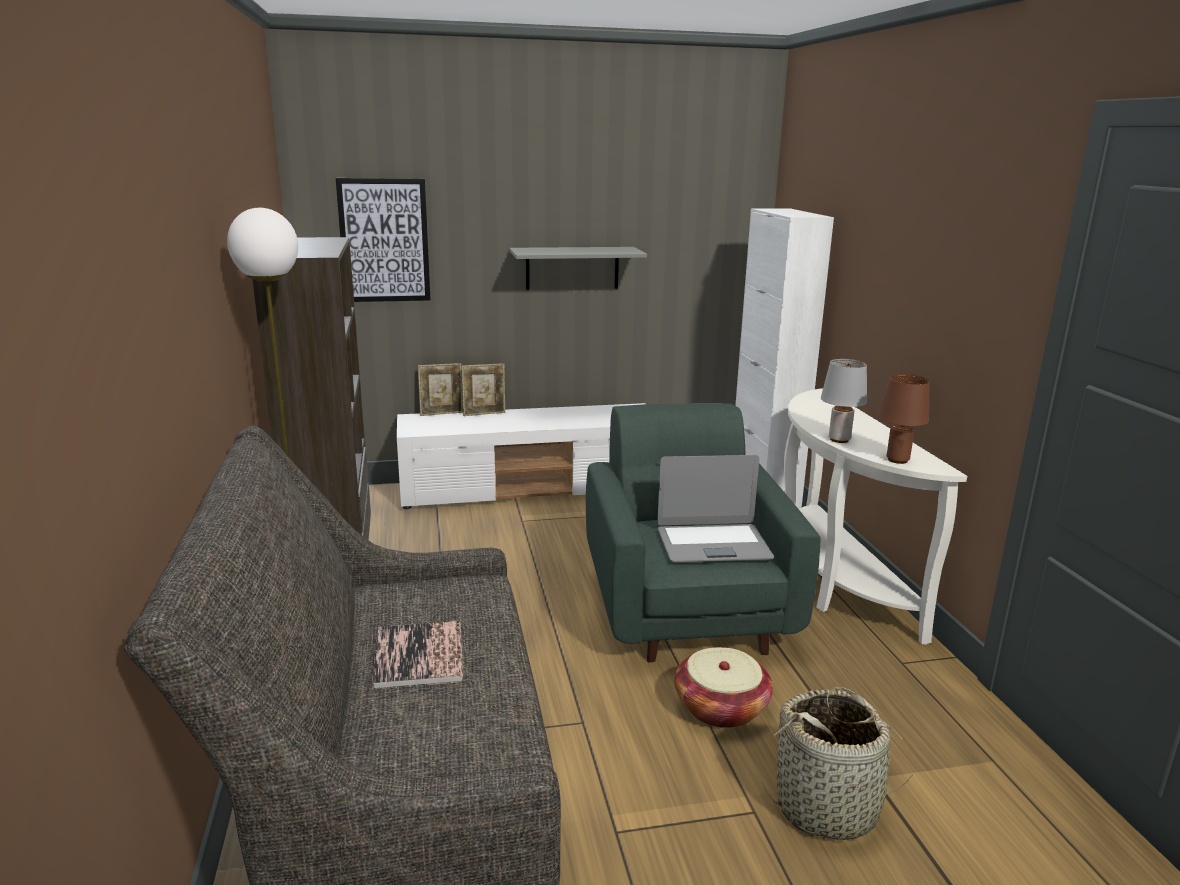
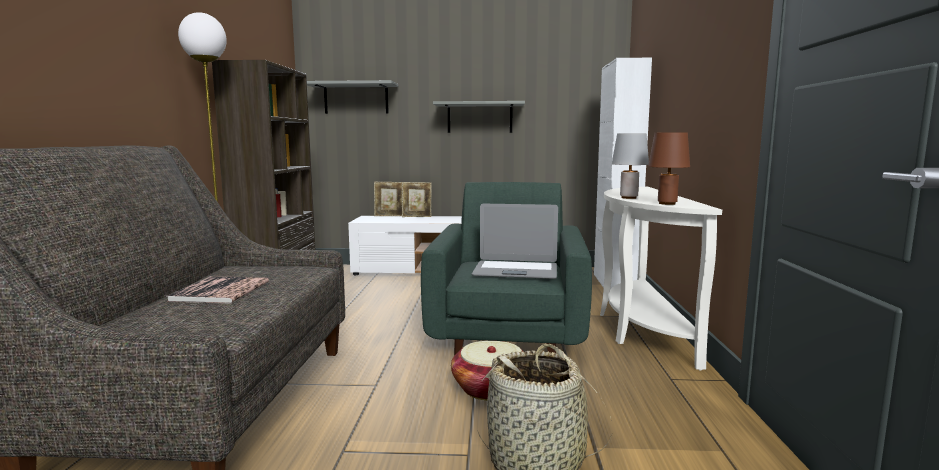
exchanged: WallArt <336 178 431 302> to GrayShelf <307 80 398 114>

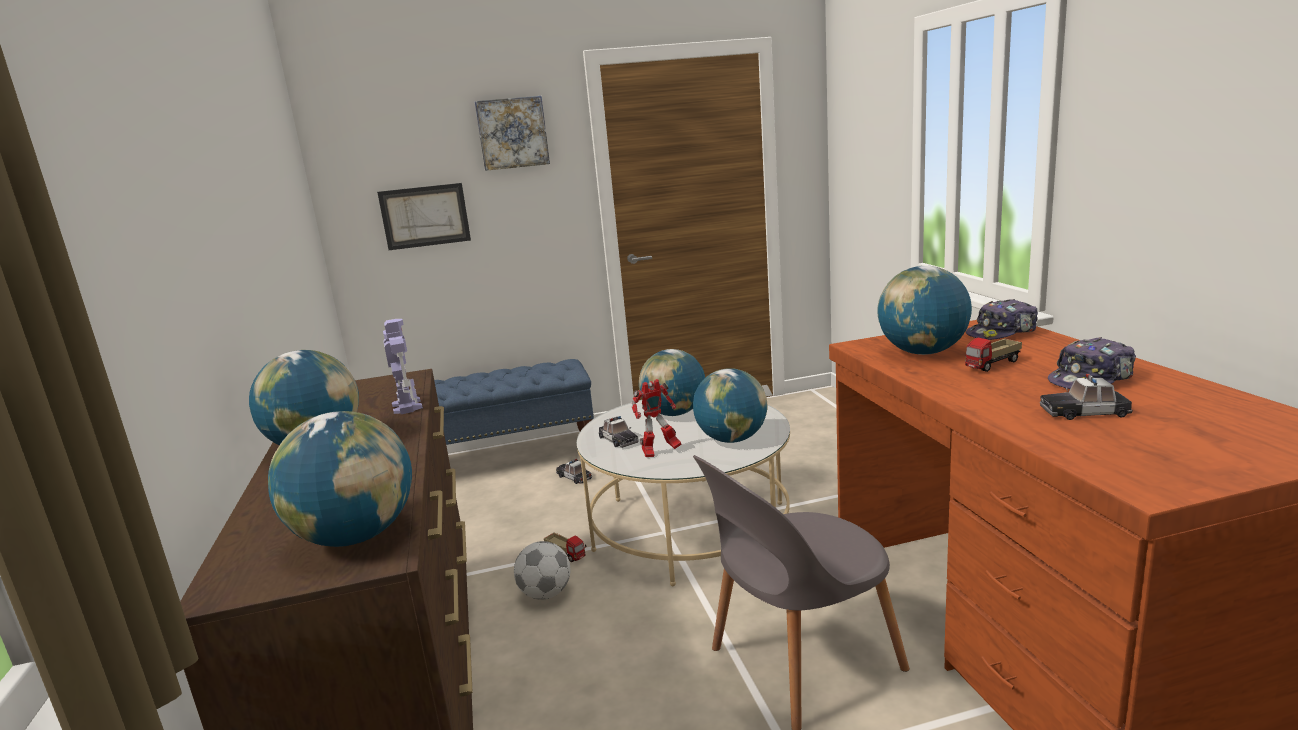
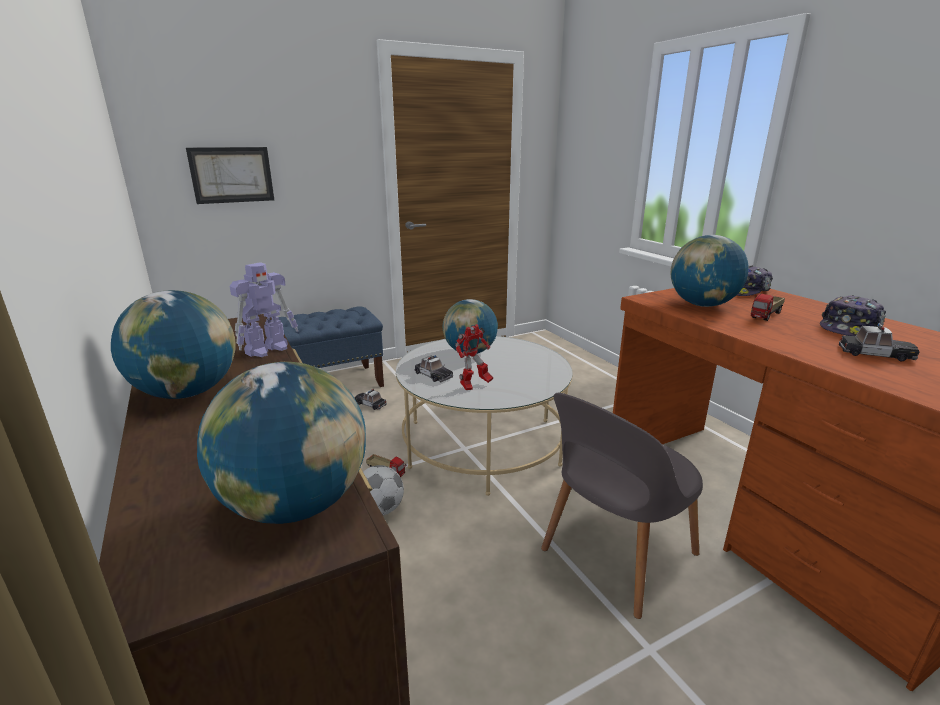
missing: WallArt <475 96 550 171>; WorldGlobe <693 368 767 443>
spun: RobotFigure <383 319 423 414> = <229 262 298 357> 75 degrees clockwise; ModelCar <1040 374 1133 420> = <839 323 920 361> 150 degrees counterclockwise

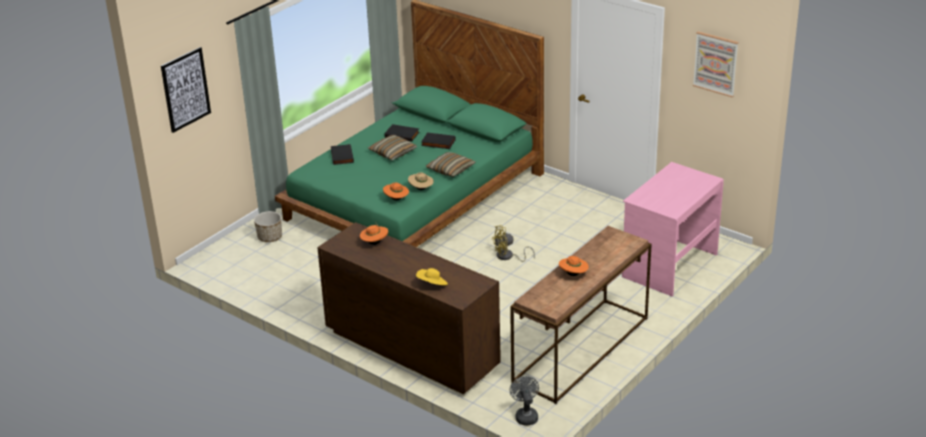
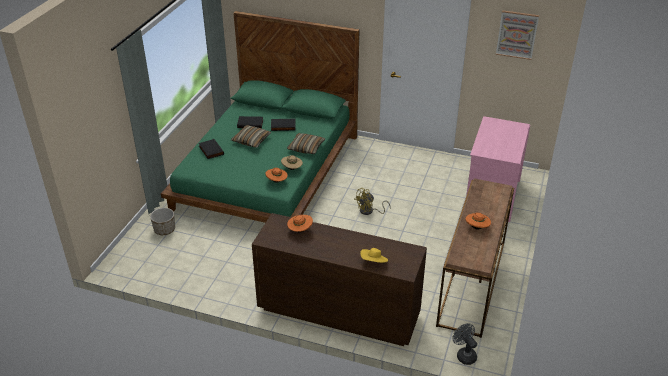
missing: WallArt <161 47 211 133>

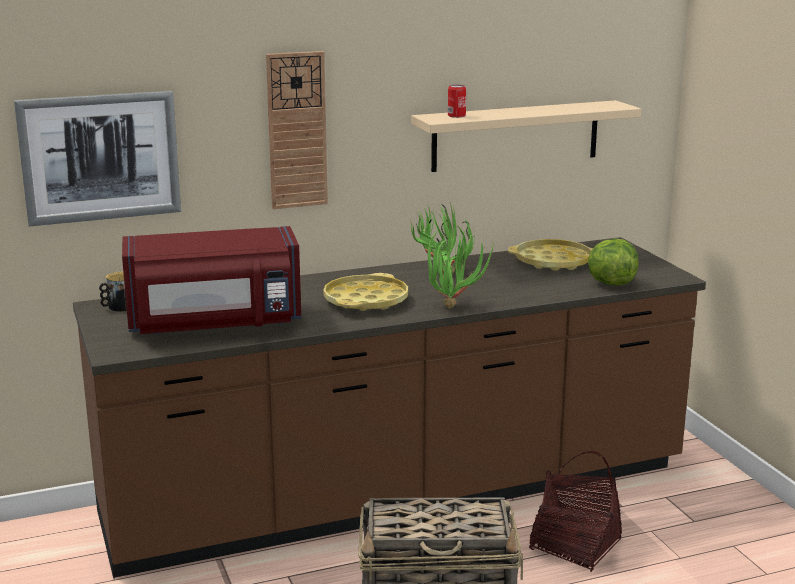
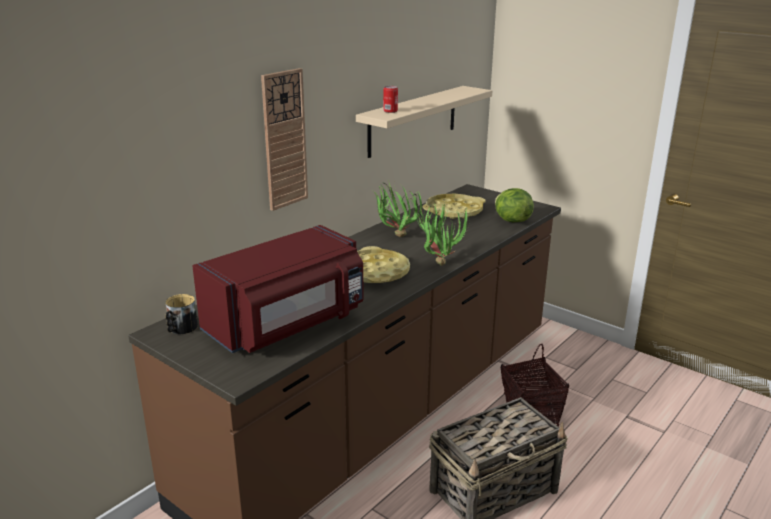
missing: WallArt <14 91 181 226>

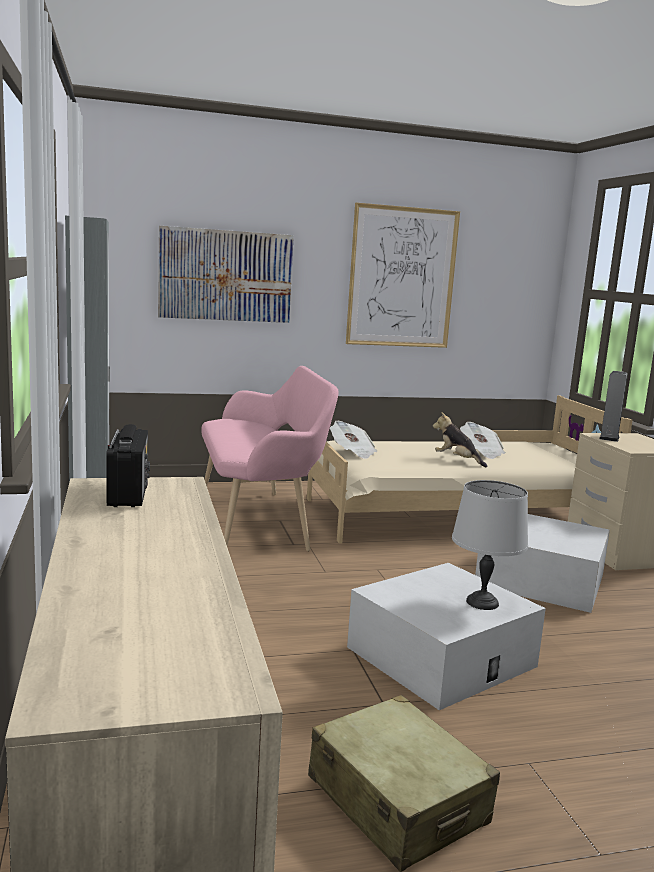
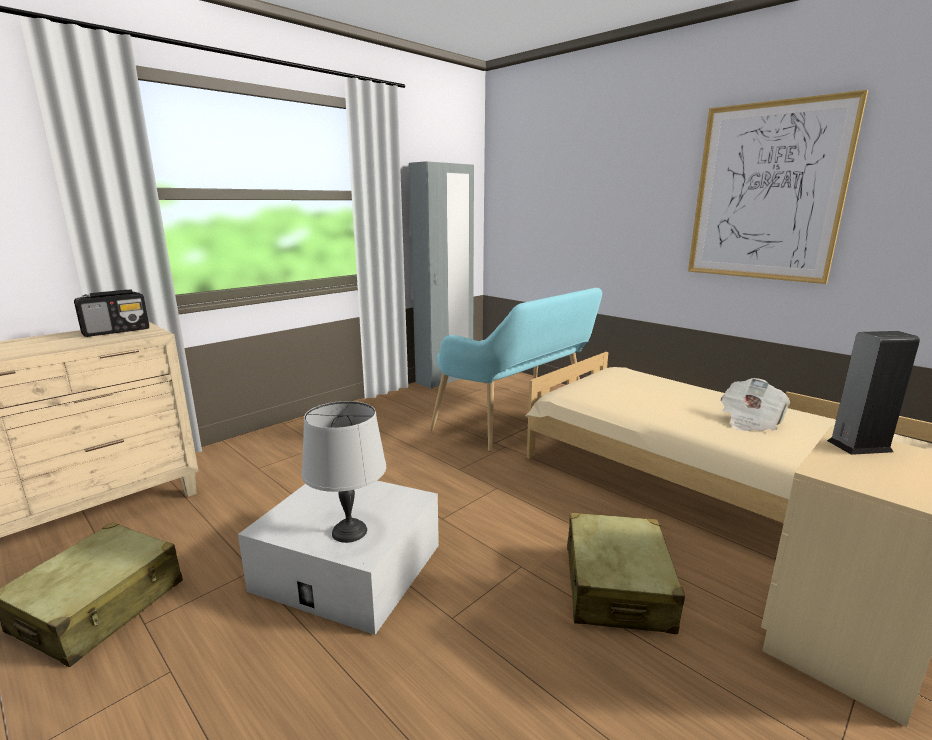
missing: WallArt <158 226 294 323>; Newspaper <330 421 377 459>; PlushToy <433 412 487 467>
exchanged: WhiteColouredStorageContainer <475 514 610 613> to BeigeSuitcase <567 513 685 634>
colour: PinkLongSeat <202 366 339 551> to BlueGreenLongSeat <430 288 602 452>

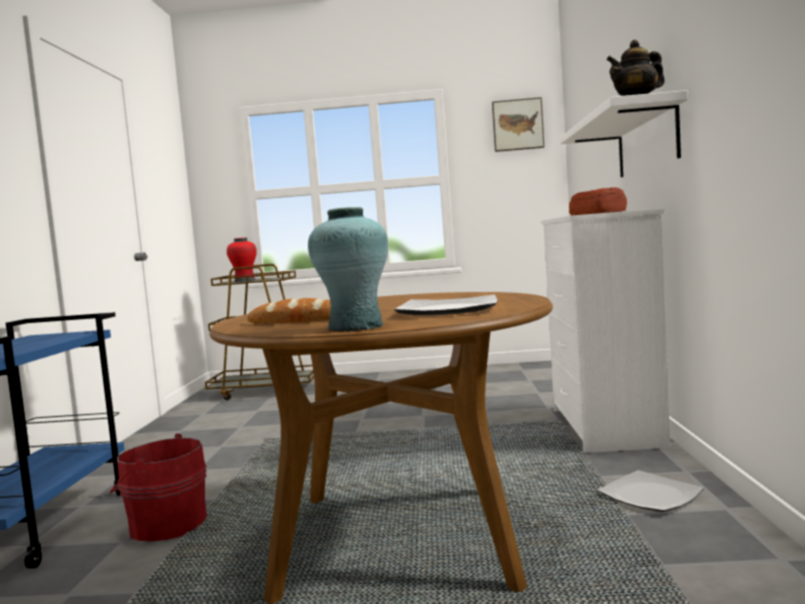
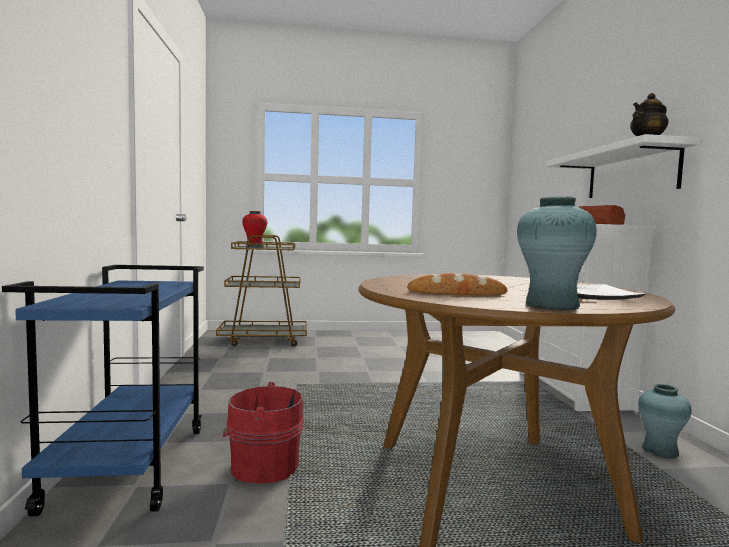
missing: WallArt <492 97 544 152>
exchanged: Plate <598 470 704 512> to BlueGreenVase <638 384 692 459>

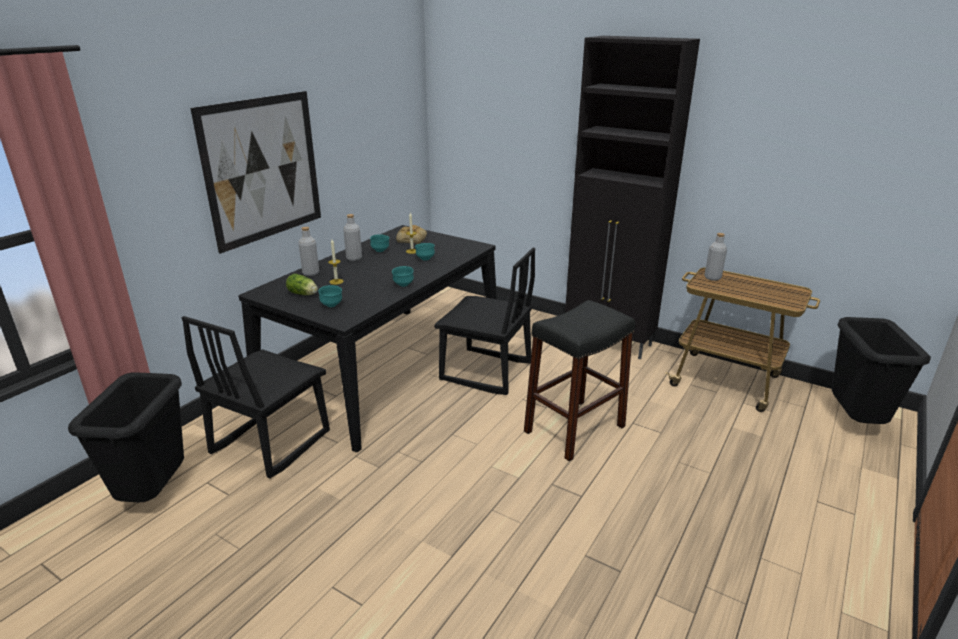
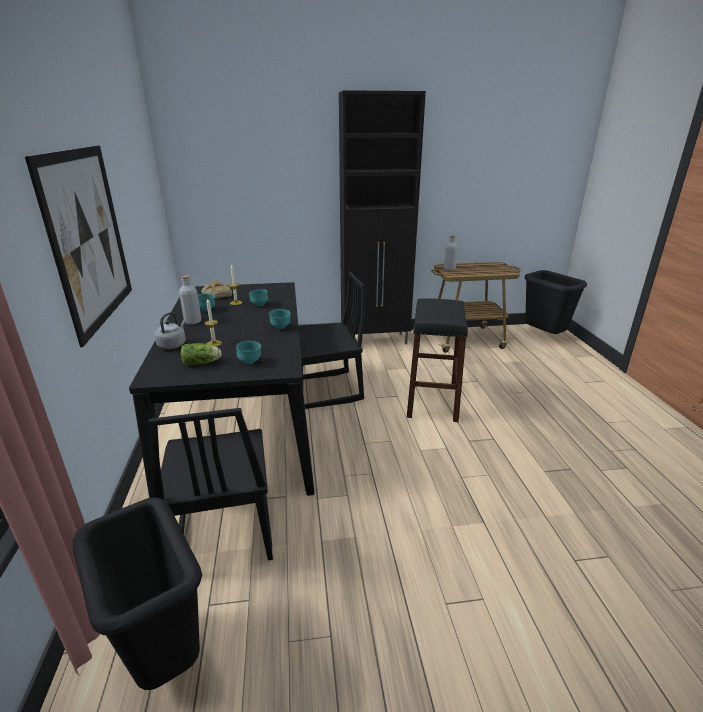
exchanged: GrayBeverageBottle <298 227 319 276> to GrayKettle <154 312 186 349>

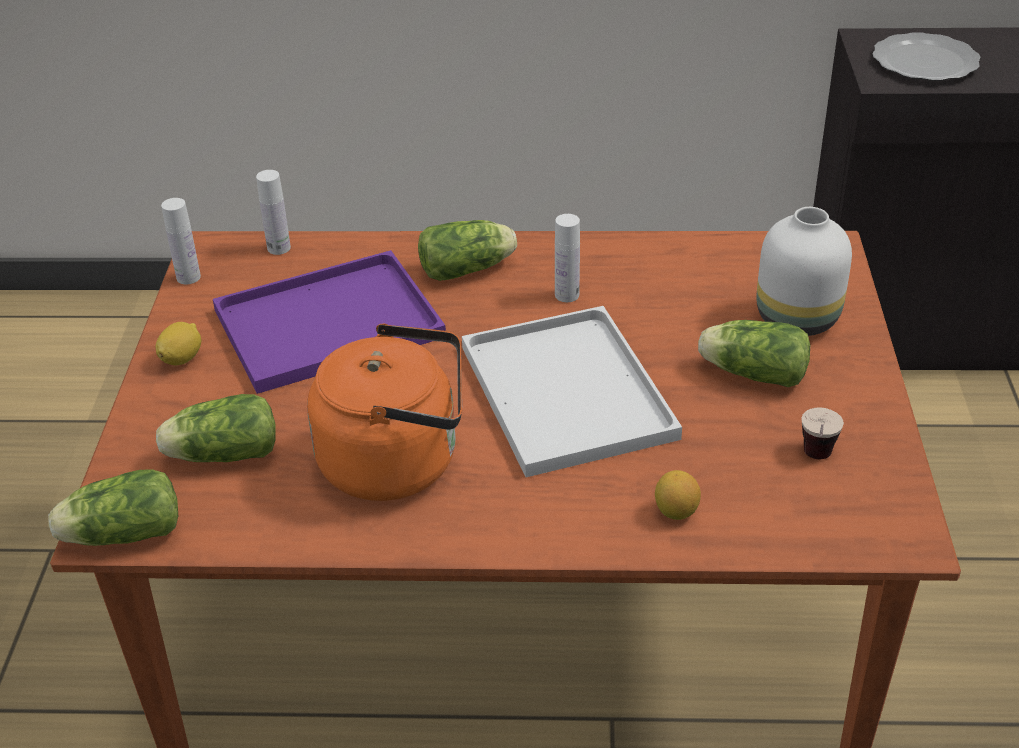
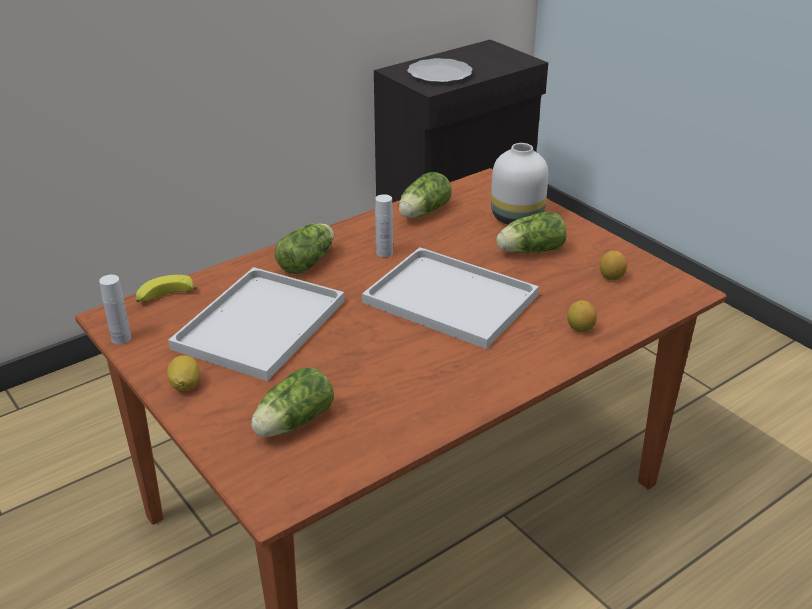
missing: OrangeKettle <307 324 462 501>
relocated: LettuceHead <48 469 178 546> to <399 172 452 218>
exchanged: WhiteColouredBeverageBottle <256 170 291 255> to Banana <136 275 197 302>; Cup <801 408 844 459> to CitrusFruit <600 251 627 280>
colour: PurpleServingTray <213 250 446 394> to WhiteColouredServingTray <168 267 345 381>

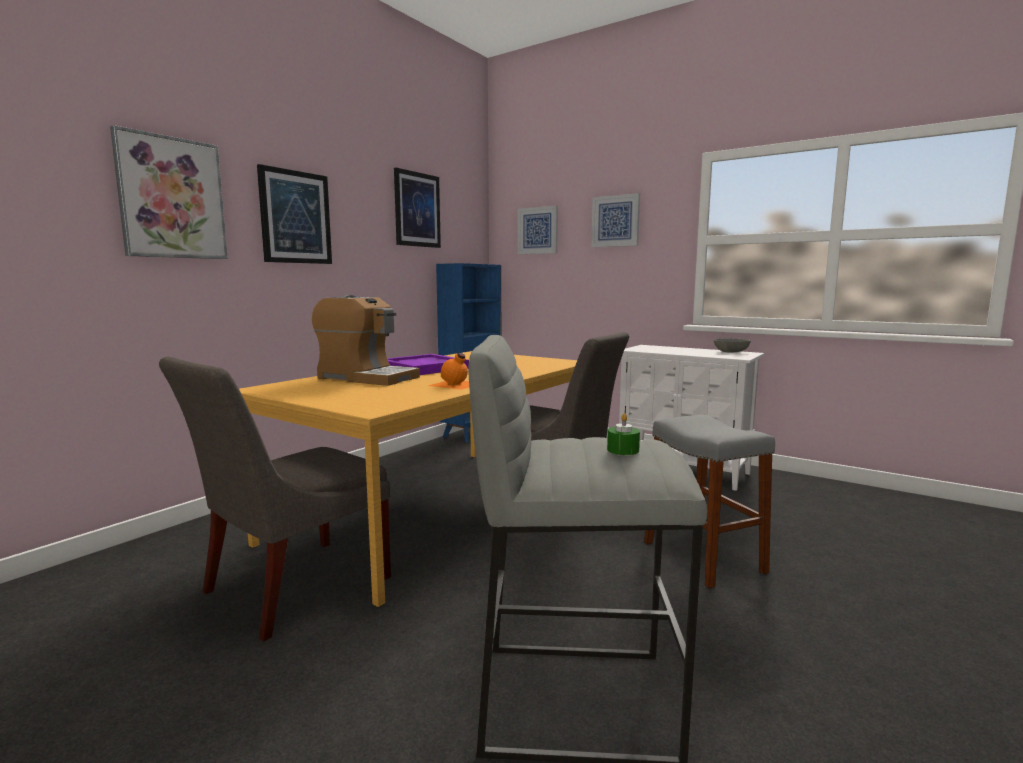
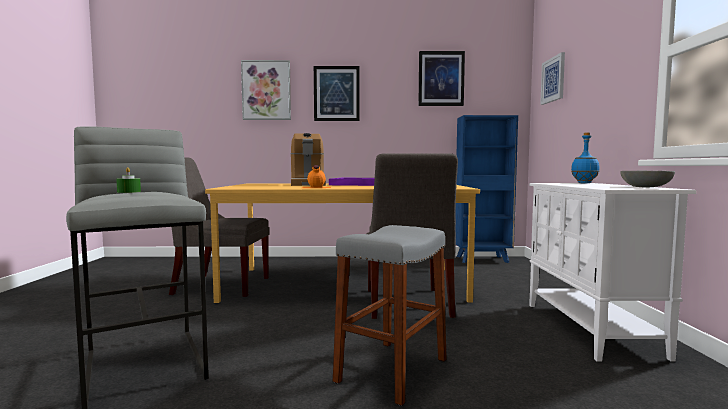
missing: WallArt <591 193 640 247>
appeared: BluishBeverageBottle <571 132 600 183>

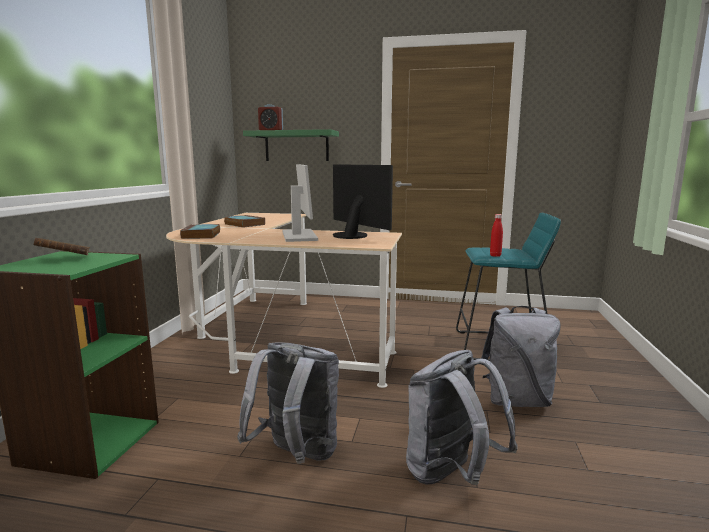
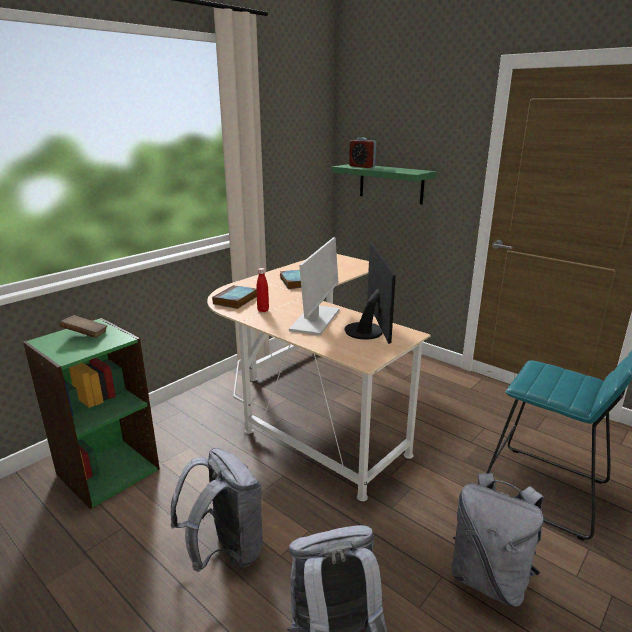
relocated: RedBeverageBottle <490 214 503 257> to <256 268 269 312>

